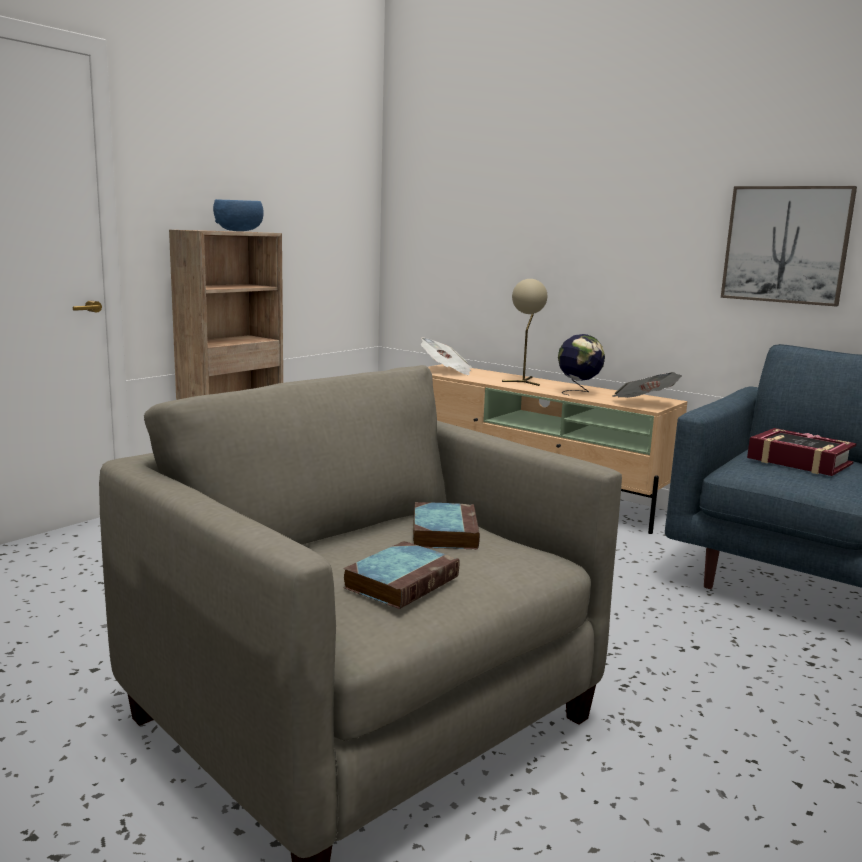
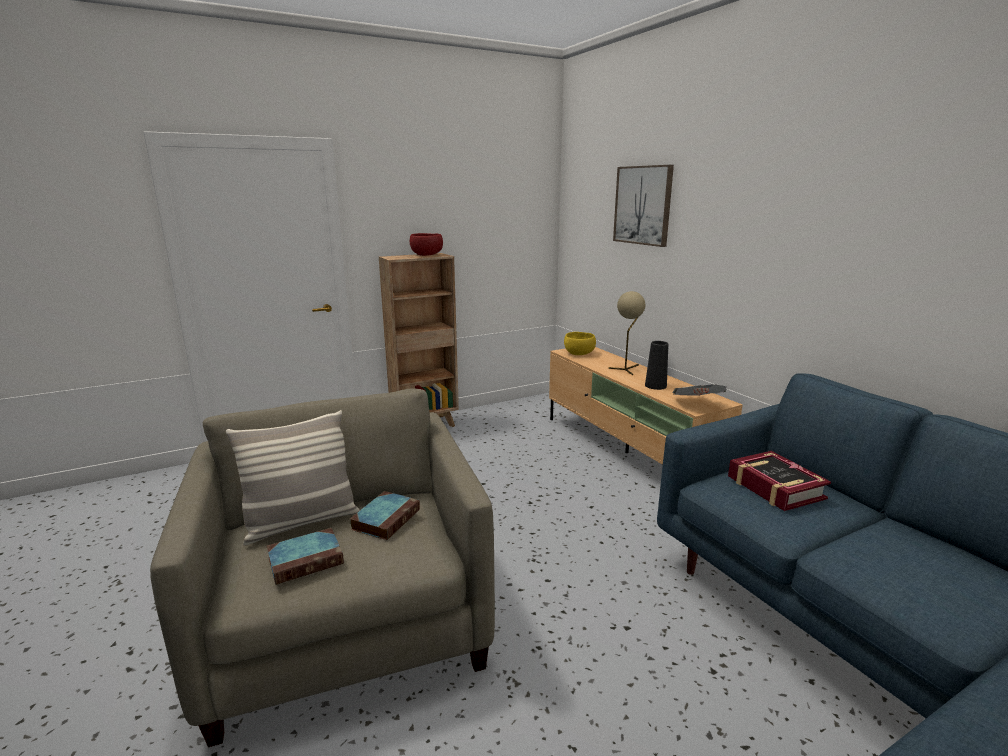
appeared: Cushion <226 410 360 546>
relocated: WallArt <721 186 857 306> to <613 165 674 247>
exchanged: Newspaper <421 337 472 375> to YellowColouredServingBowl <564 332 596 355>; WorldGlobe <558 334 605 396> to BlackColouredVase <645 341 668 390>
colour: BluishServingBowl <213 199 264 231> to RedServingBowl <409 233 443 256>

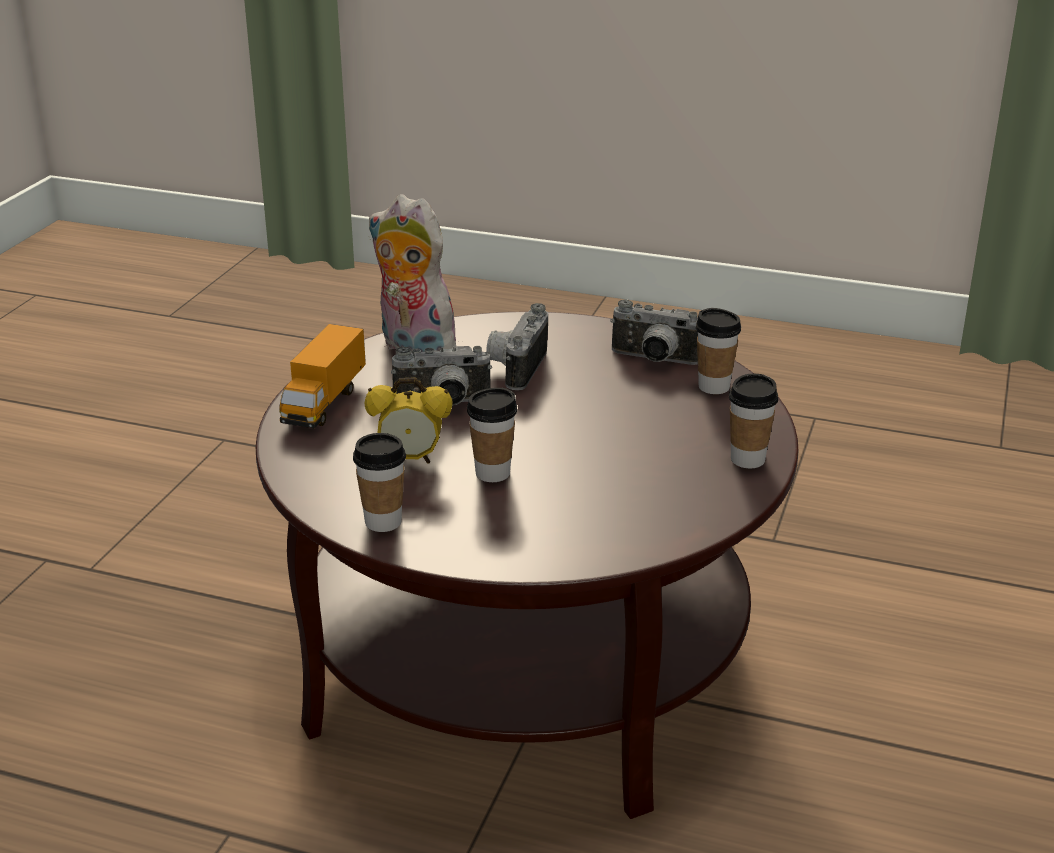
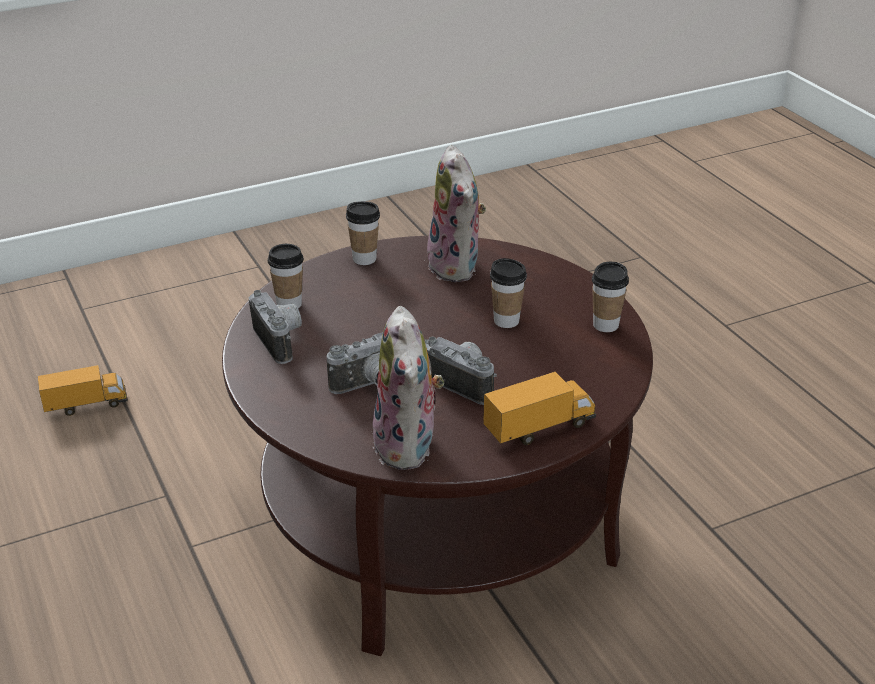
missing: TableClock <365 378 453 463>
appeared: ToyTruck <38 365 128 416>; PlushToy <427 145 486 282>

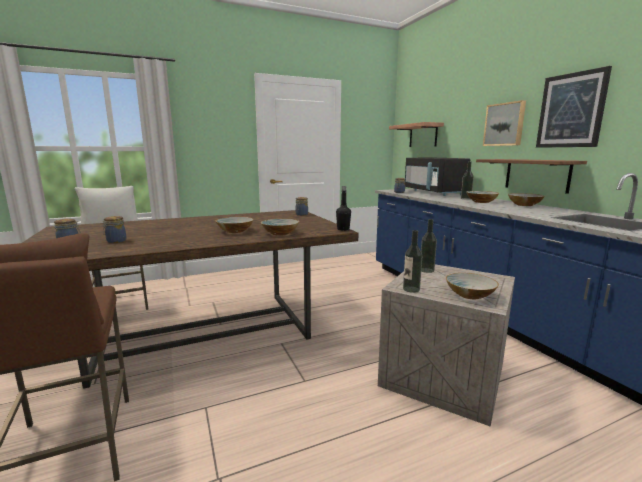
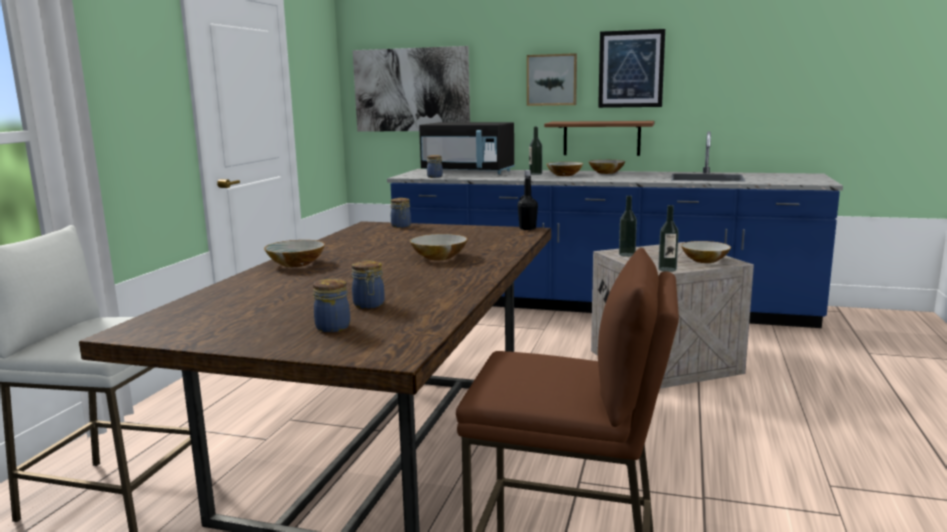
relocated: ServingBowl <261 218 299 236> to <264 240 325 267>
exchanged: Shelf <389 122 444 147> to WallArt <353 46 470 131>

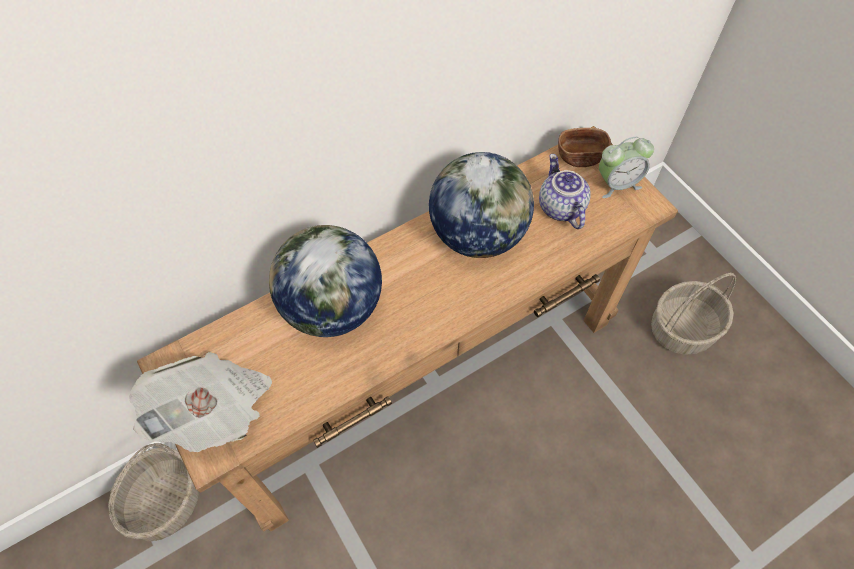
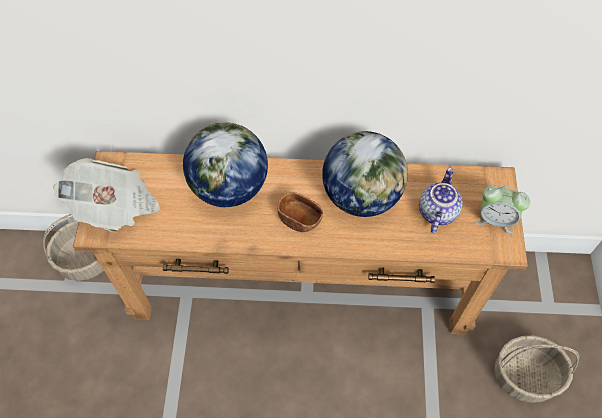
relocated: BrownServingBowl <558 128 611 167> to <277 192 323 232>

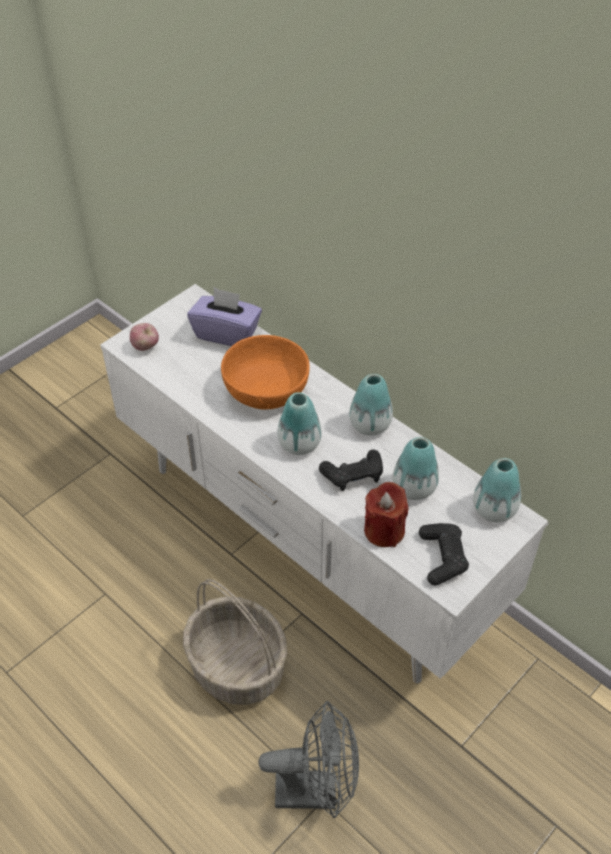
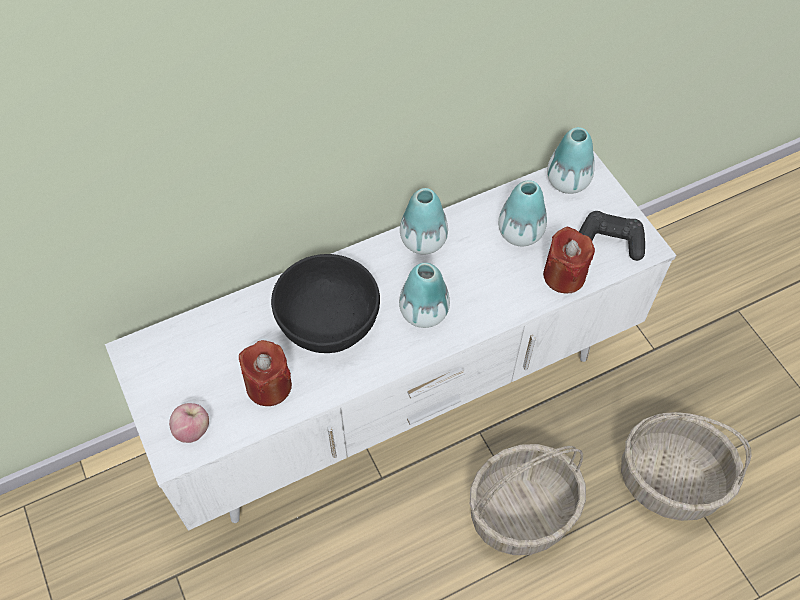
missing: PurpleBoxOfTissues <187 288 262 346>; BlackColouredGameController <319 449 383 491>
appeared: RedWaxCandle <239 340 292 406>
exchanged: GrayCoolingFan <259 701 359 818> to Basket <621 412 752 521>
colour: OrangeServingBowl <221 335 310 410> to BlackColouredServingBowl <271 254 380 353>

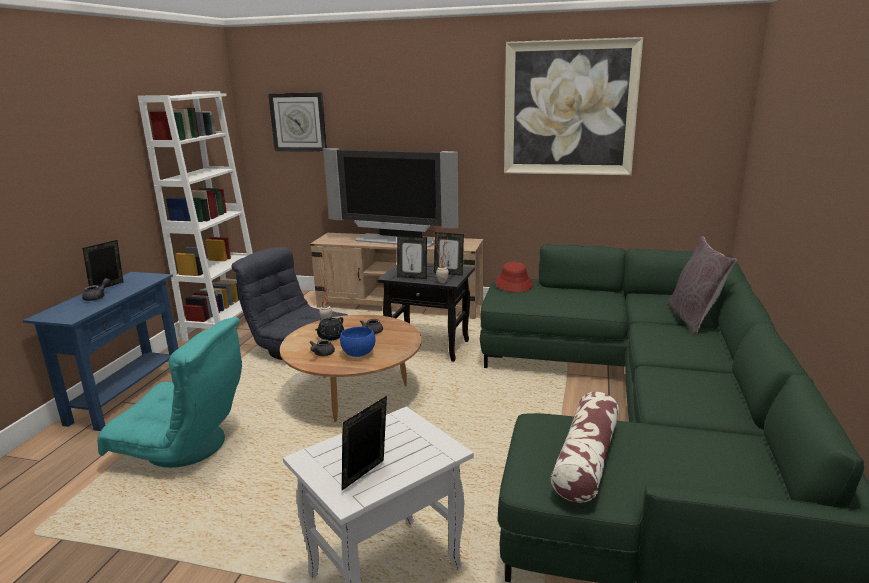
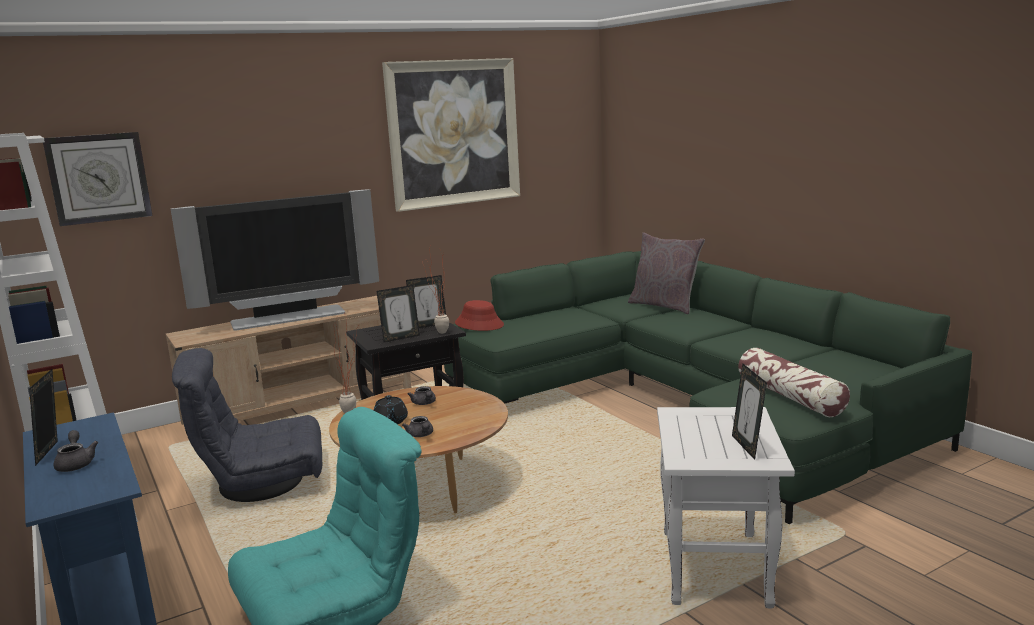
missing: BluishServingBowl <340 327 375 357>

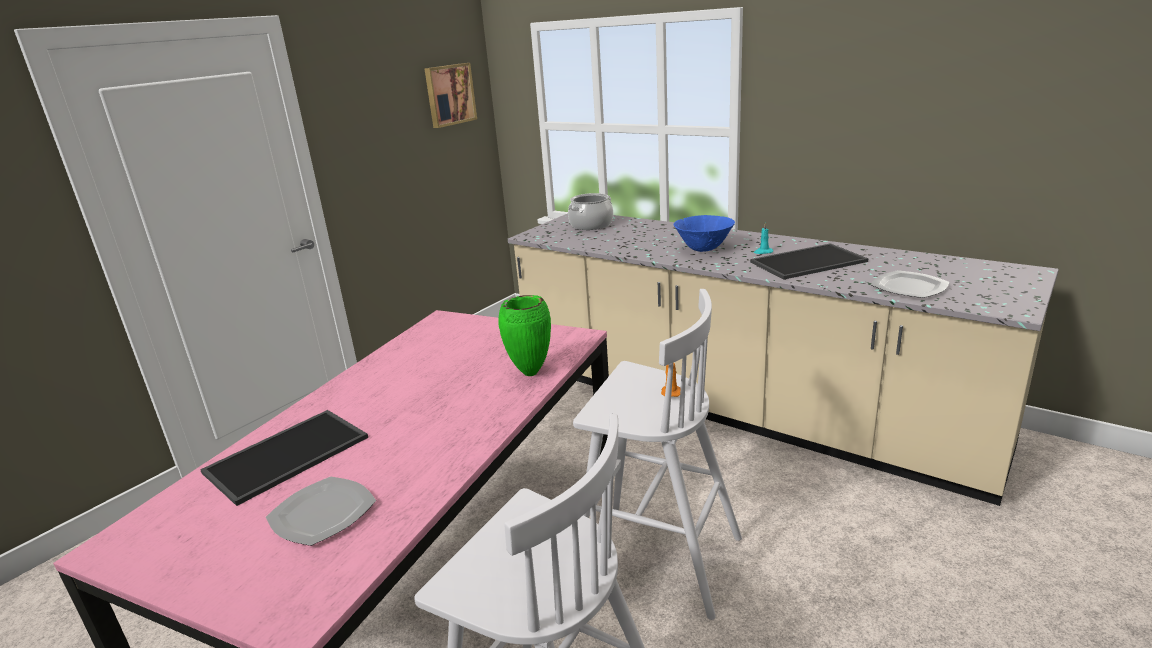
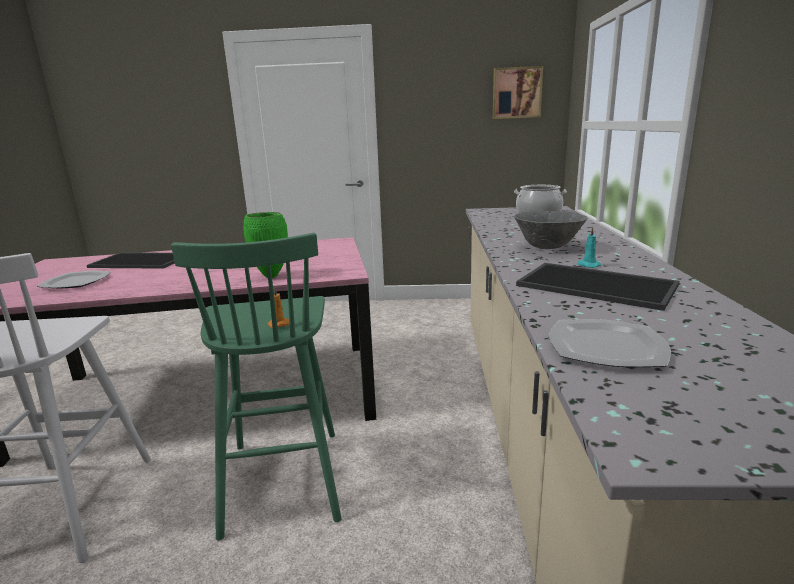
colour: WhiteColouredStoolSeat <573 289 742 620> to GreenStoolSeat <171 233 342 540>; BluishServingBowl <674 215 735 252> to GrayServingBowl <514 211 588 249>

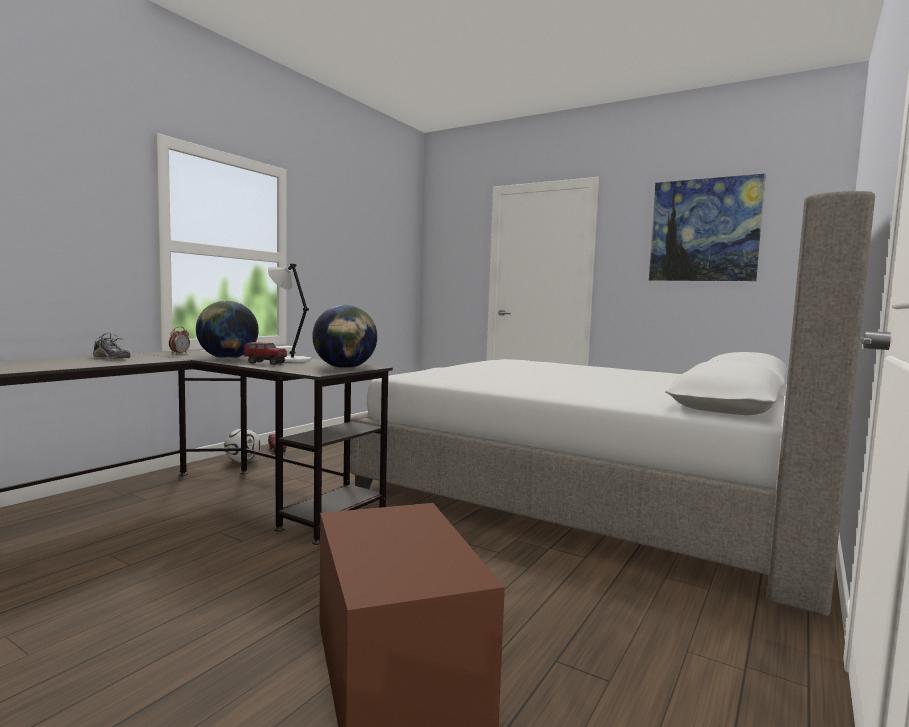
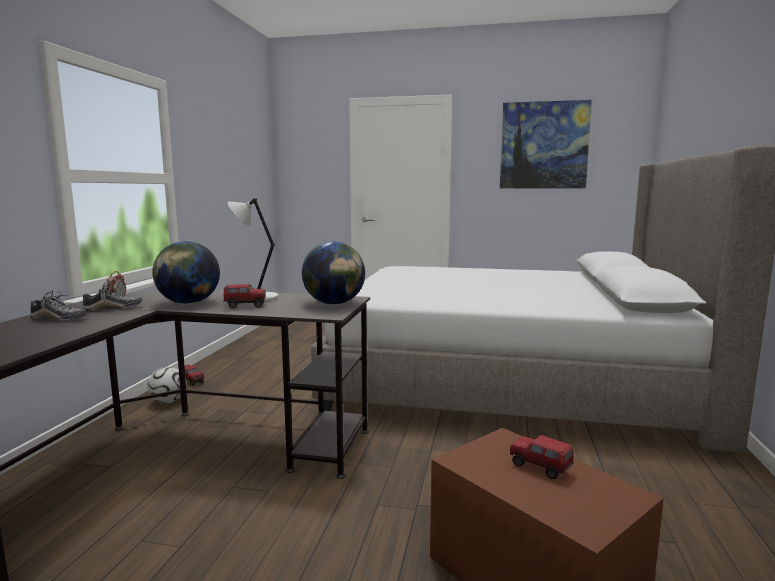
appeared: Shoe <80 283 143 312>; ToyTruck <510 435 574 479>

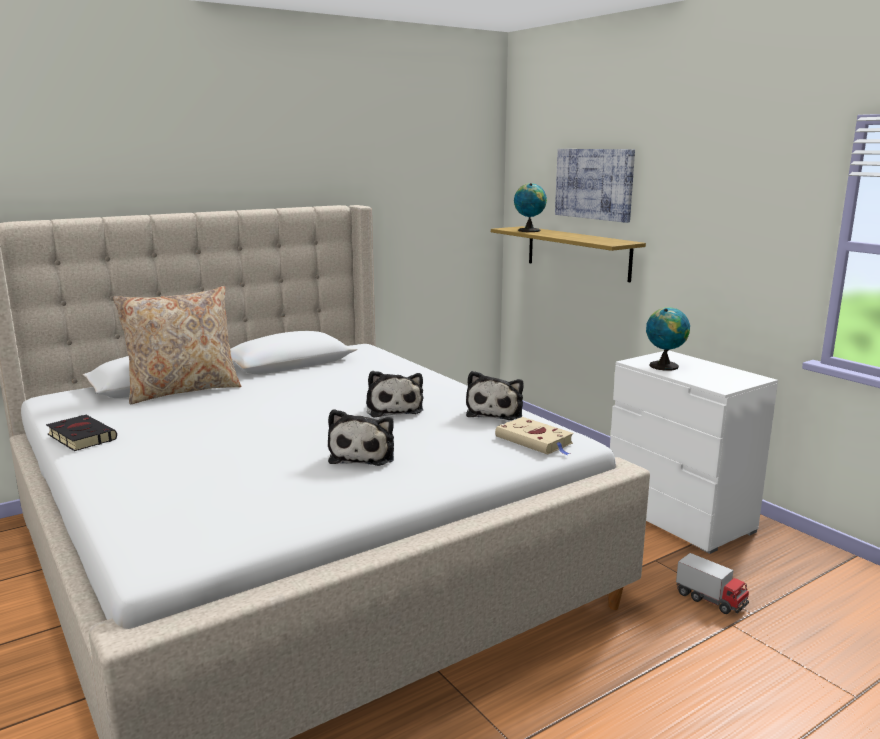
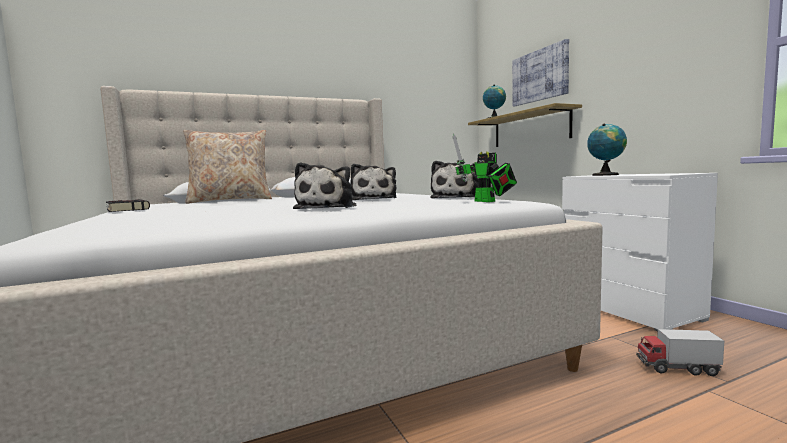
exchanged: BeigeVolume <495 417 574 455> to RobotFigure <453 134 517 202>
spun: ToyTruck <676 553 749 614> = <636 329 724 376> 135 degrees clockwise

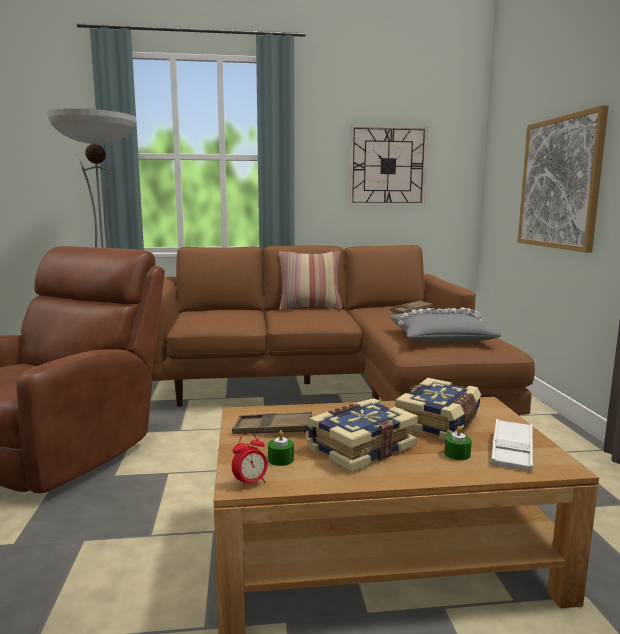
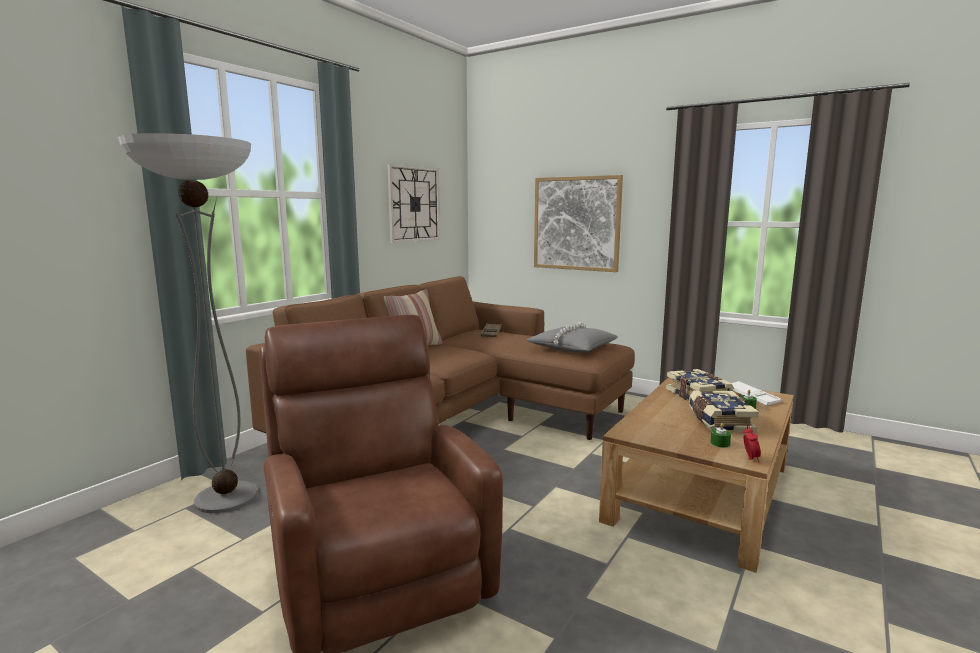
missing: BrownServingTray <232 412 312 434>

